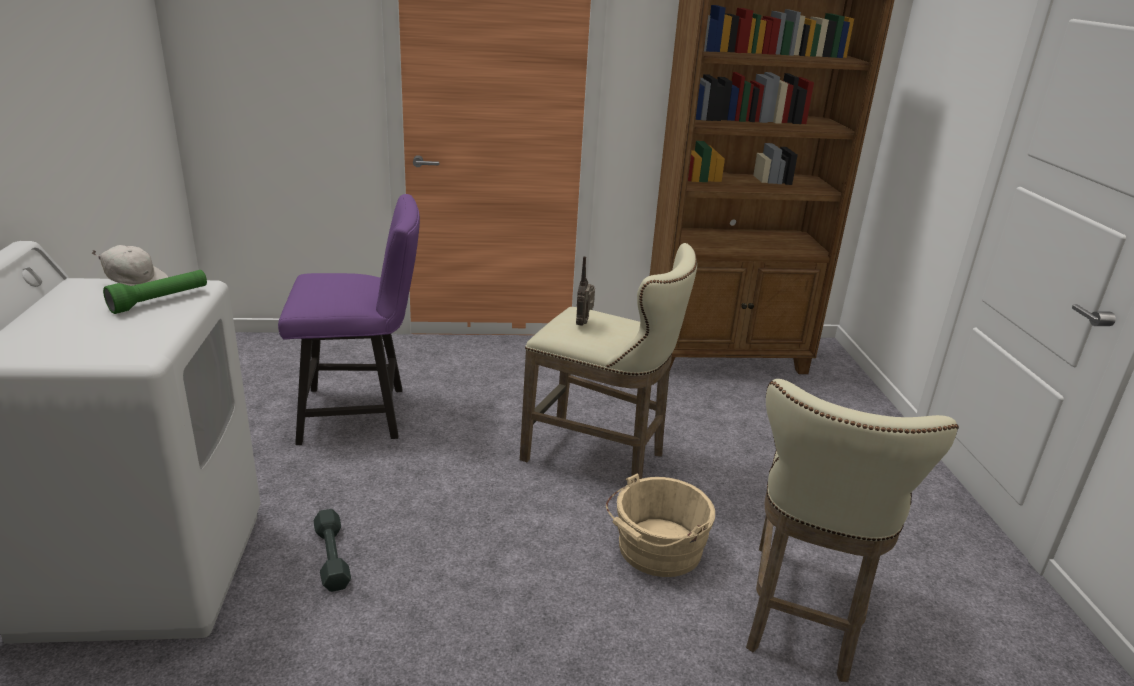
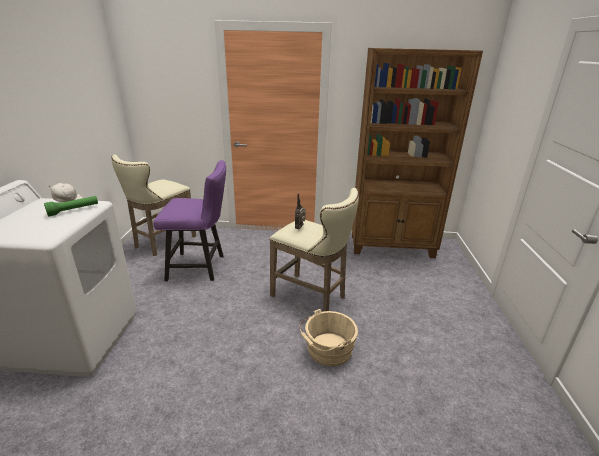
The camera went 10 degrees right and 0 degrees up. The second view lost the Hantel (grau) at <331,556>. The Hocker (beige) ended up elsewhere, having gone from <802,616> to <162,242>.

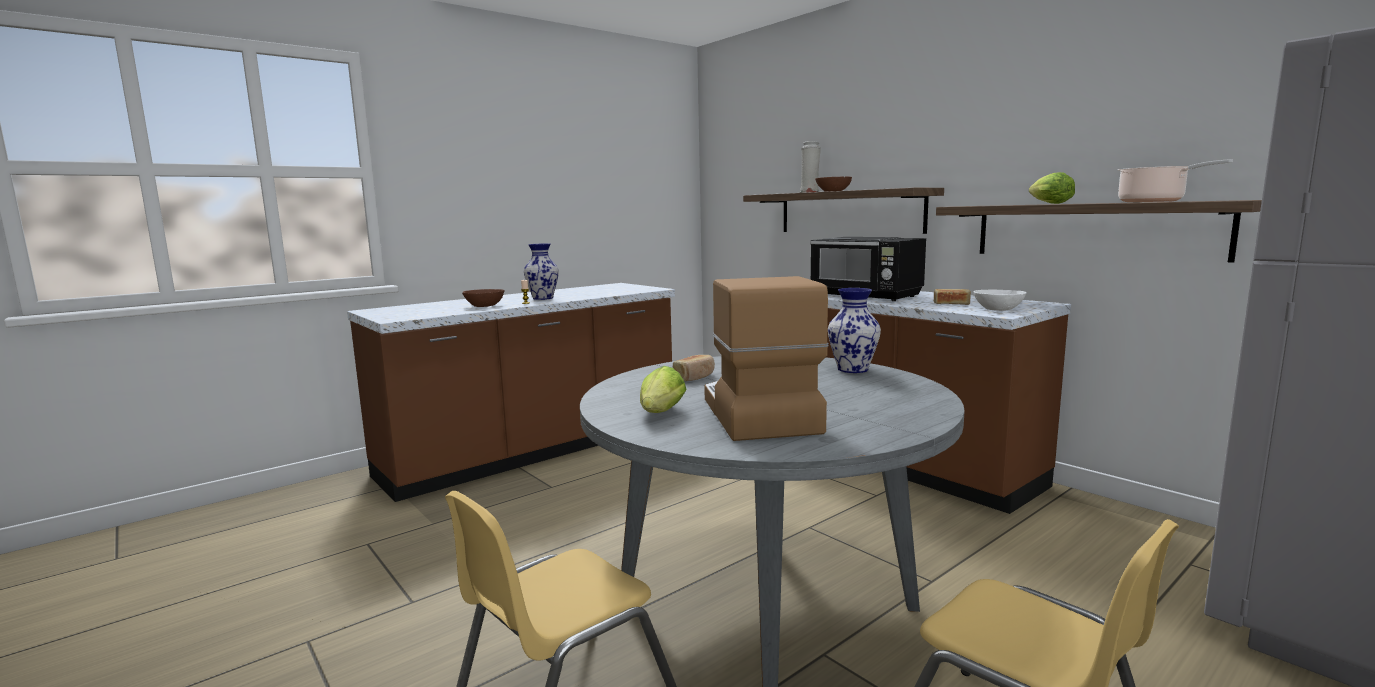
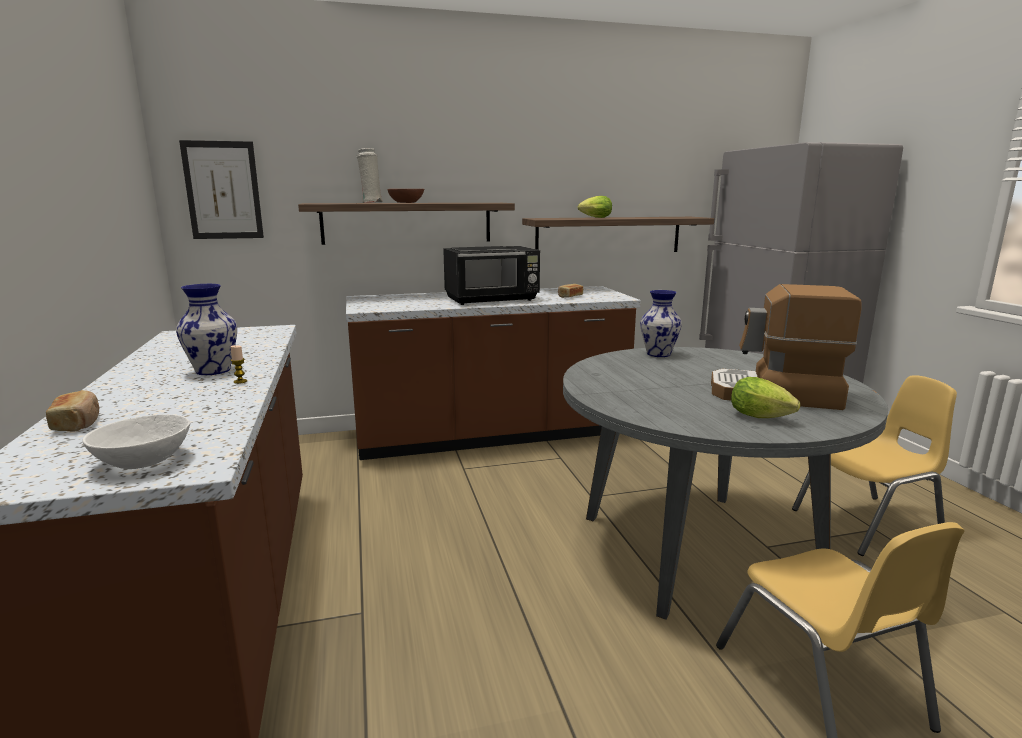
The camera went 65 degrees left and 5 degrees up. The second view lost the Schüssel (braun) at <484,306>. The Brot ended up elsewhere, having gone from <695,377> to <78,423>. The Schüssel (weiß) ended up elsewhere, having gone from <998,309> to <144,461>. The second view lost the Kochtopf at <1154,201>. The second view gained the Bild at <223,190>.

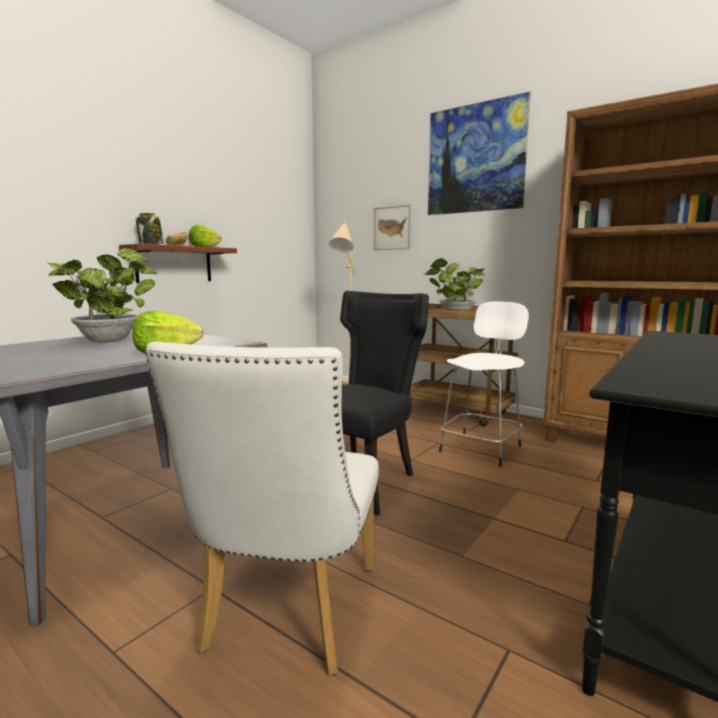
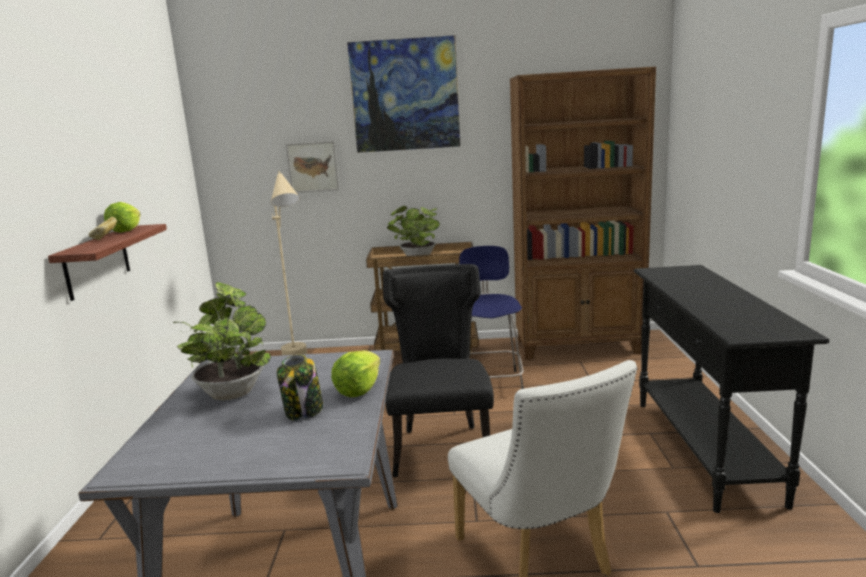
The camera went 35 degrees left and 5 degrees up. The Vorratsglas ended up elsewhere, having gone from <151,245> to <304,411>. What was the Hocker (weiß) at <482,448> turned into the Hocker (blau) at <491,382>.

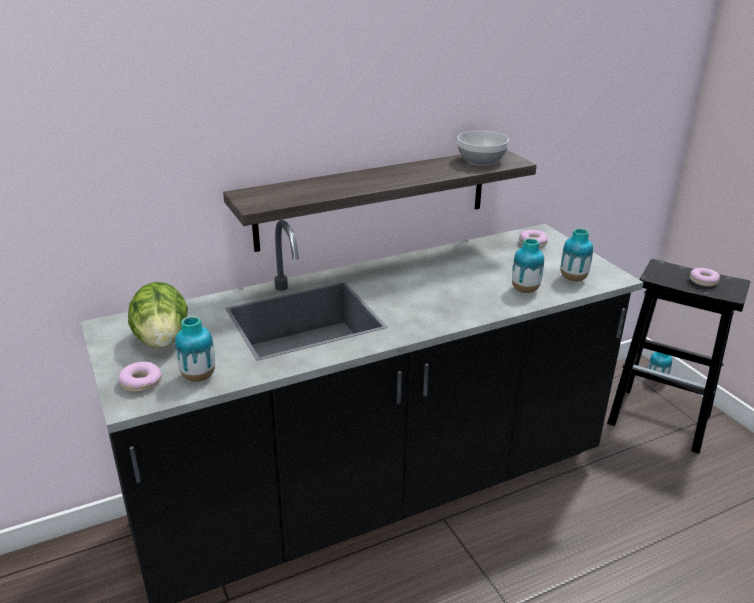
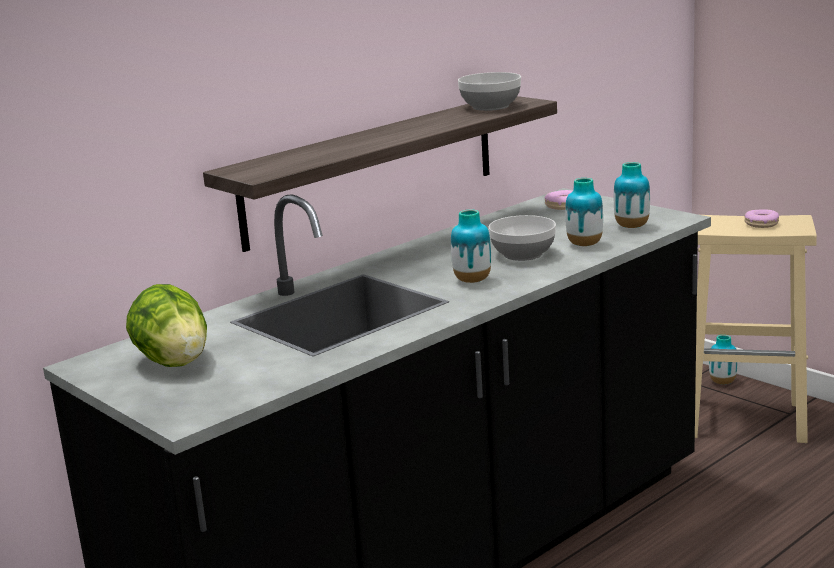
The camera went 15 degrees left and 10 degrees down. The second view lost the Donut at <141,383>. The Vase ended up elsewhere, having gone from <198,376> to <472,280>. What was the Hocker (schwarz) at <661,419> turned into the Hocker (beige) at <747,419>. The second view gained the Schüssel at <524,254>.

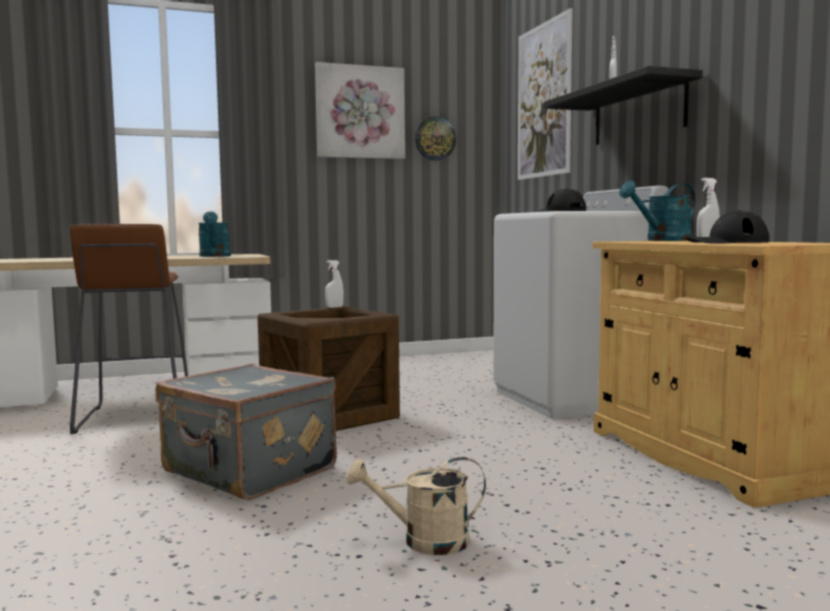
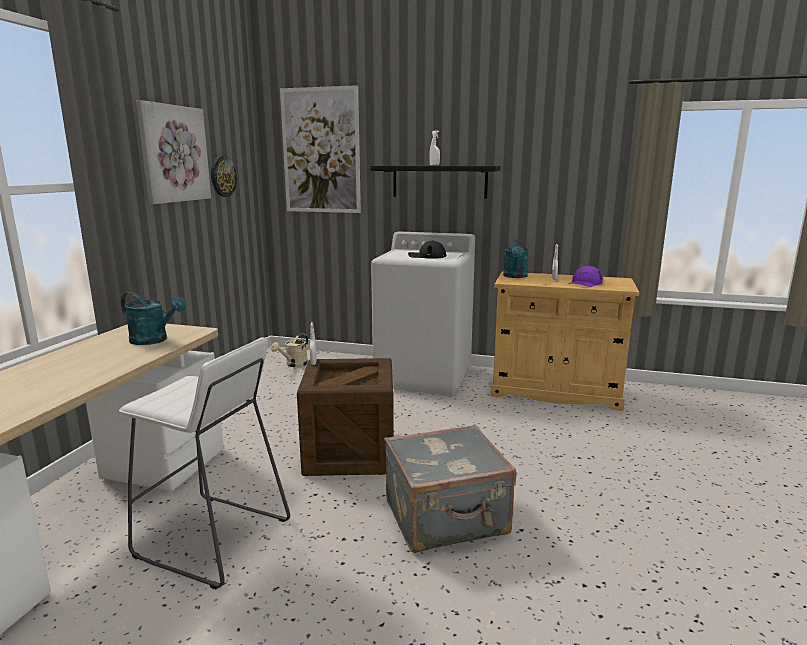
The camera went 55 degrees left and 10 degrees up. What was the Hocker (braun) at <135,417> turned into the Hocker (weiß) at <213,539>. The Gießkanne (beige) ended up elsewhere, having gone from <424,541> to <294,364>. What was the Kappe (schwarz) at <726,242> turned into the Kappe (lila) at <585,283>.

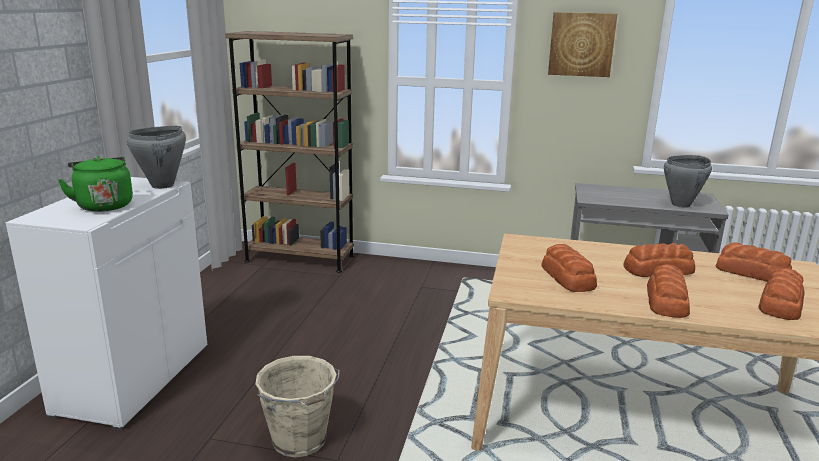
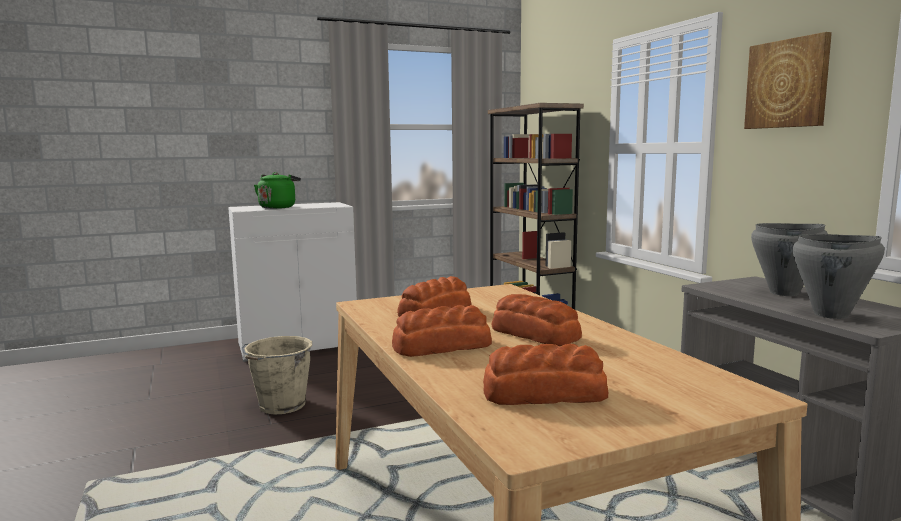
The camera went 55 degrees right and 10 degrees down. The Kochtopf (grau) ended up elsewhere, having gone from <163,185> to <784,293>. The second view lost the Brot at <753,273>.

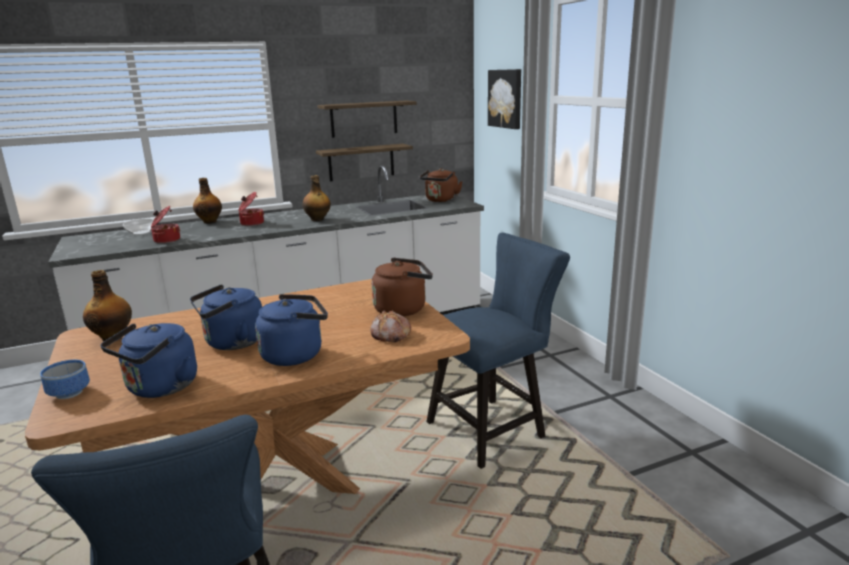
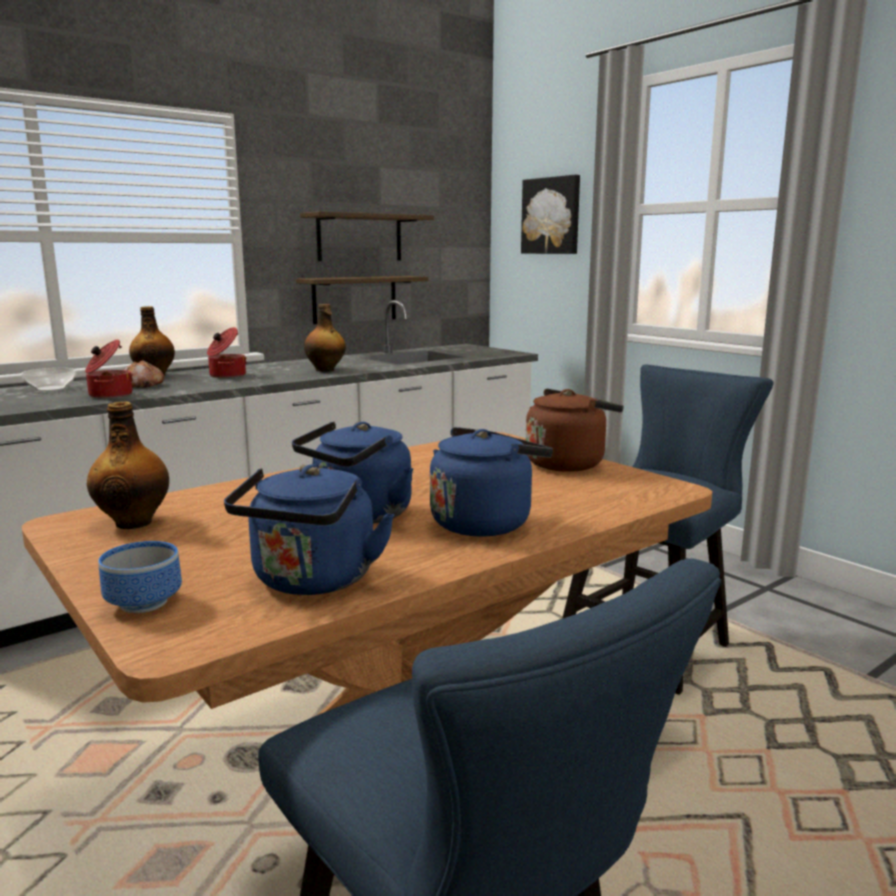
The camera went 15 degrees left and 5 degrees down. The Brot ended up elsewhere, having gone from <390,335> to <141,385>. The second view lost the Wasserkessel (braun) at <441,200>.

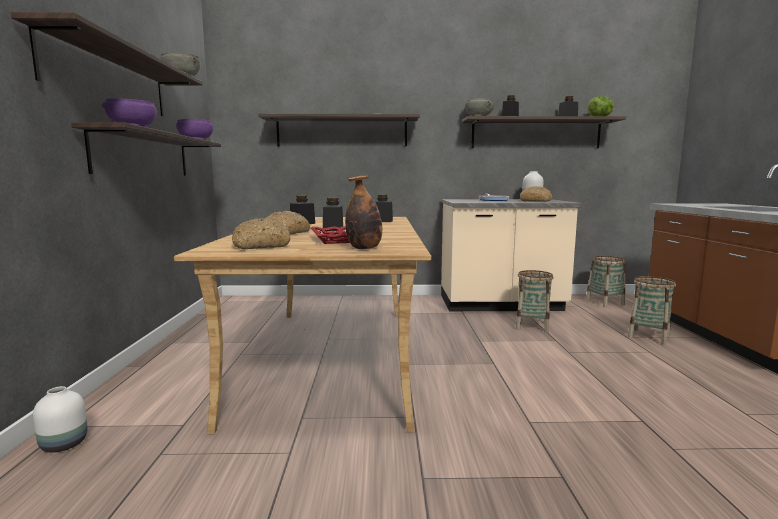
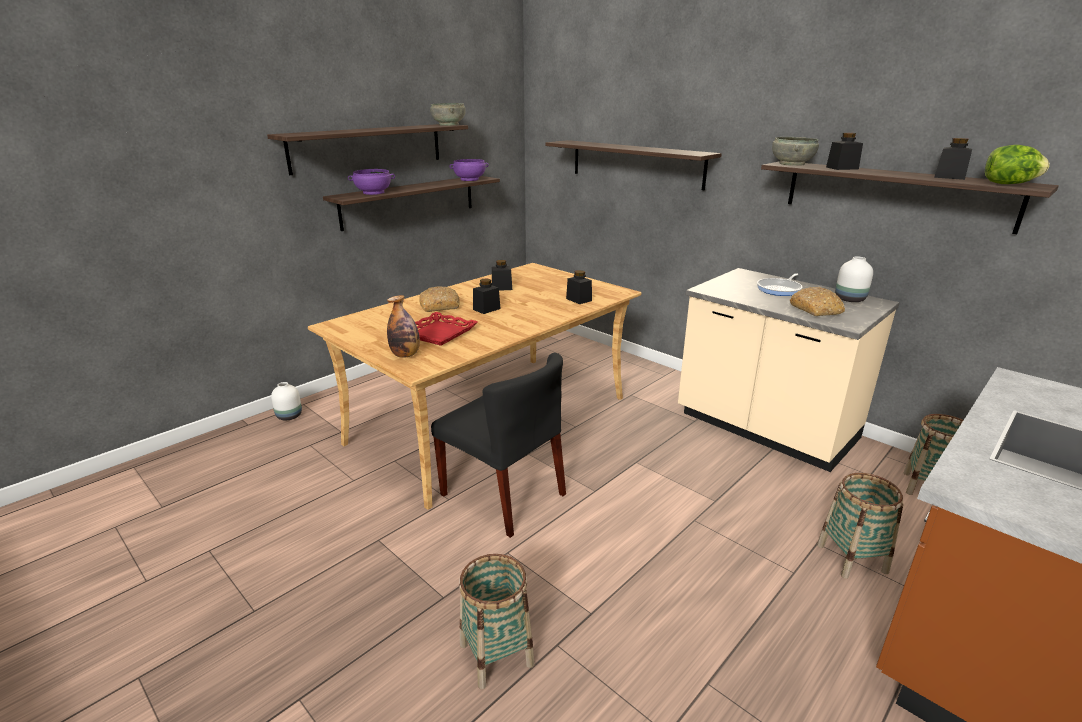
The camera went 45 degrees right and 15 degrees up. The second view lost the Brot at <260,246>. The Korb ended up elsewhere, having gone from <532,326> to <496,654>. The second view gained the Stuhl (schwarz) at <504,495>.

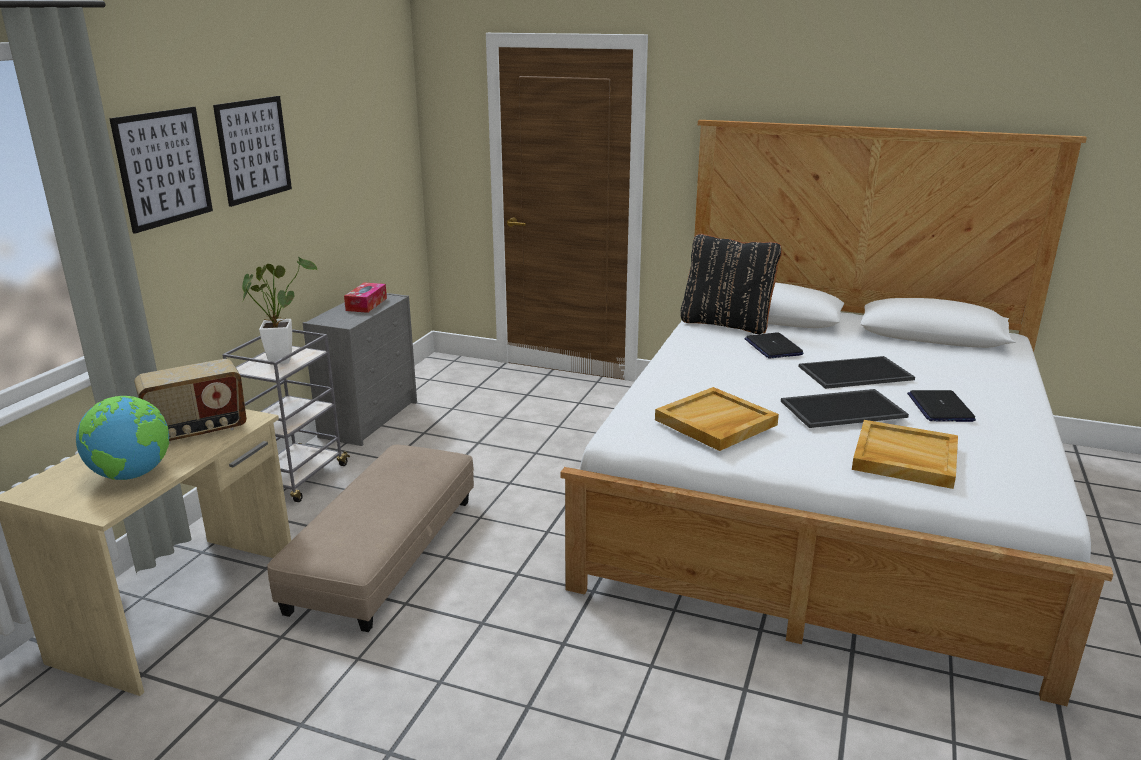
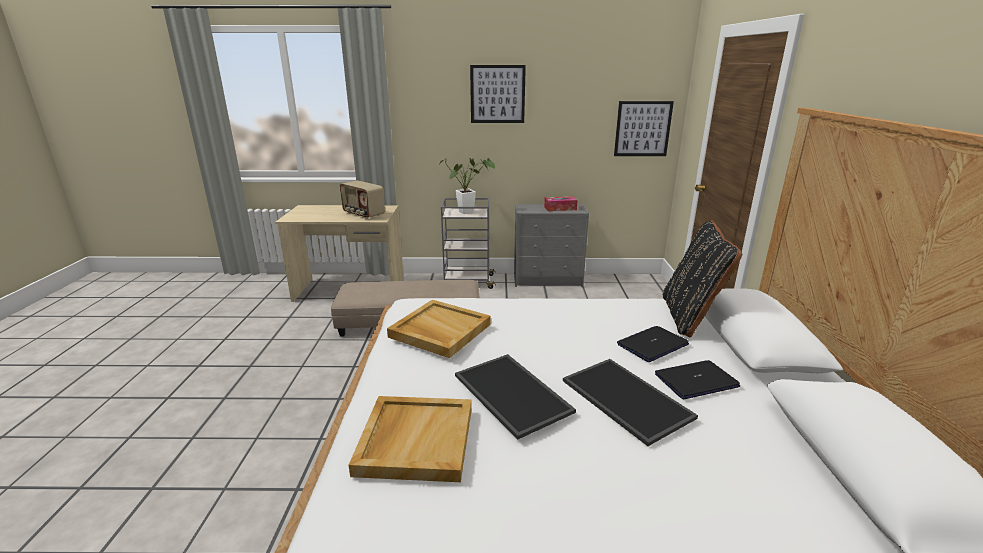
The camera went 70 degrees right and 0 degrees up. The second view lost the Globus at <132,475>. The Bild ended up elsewhere, having gone from <163,168> to <642,129>. The Laptop ended up elsewhere, having gone from <940,407> to <696,380>.

